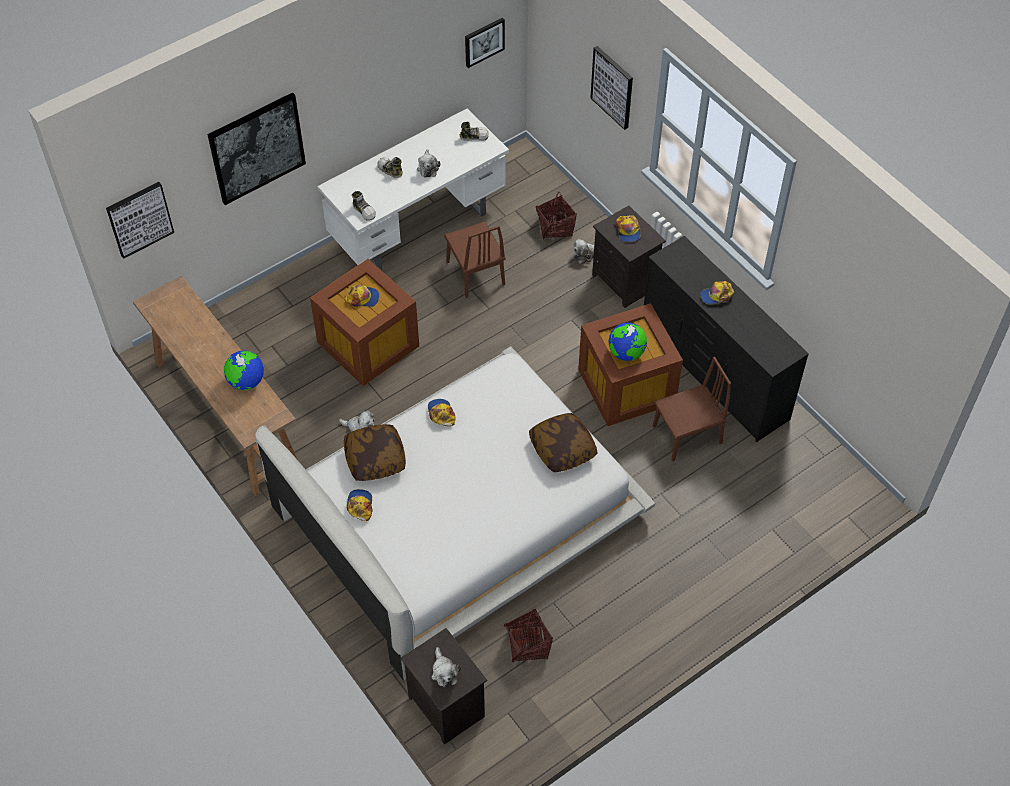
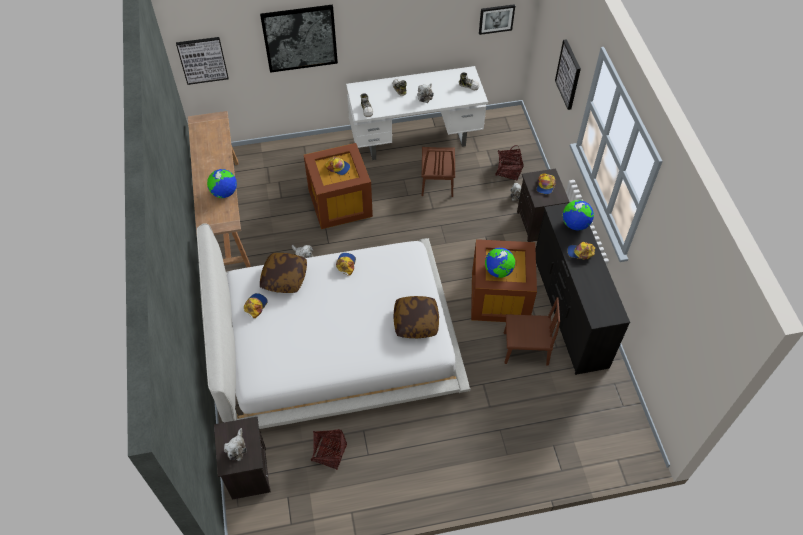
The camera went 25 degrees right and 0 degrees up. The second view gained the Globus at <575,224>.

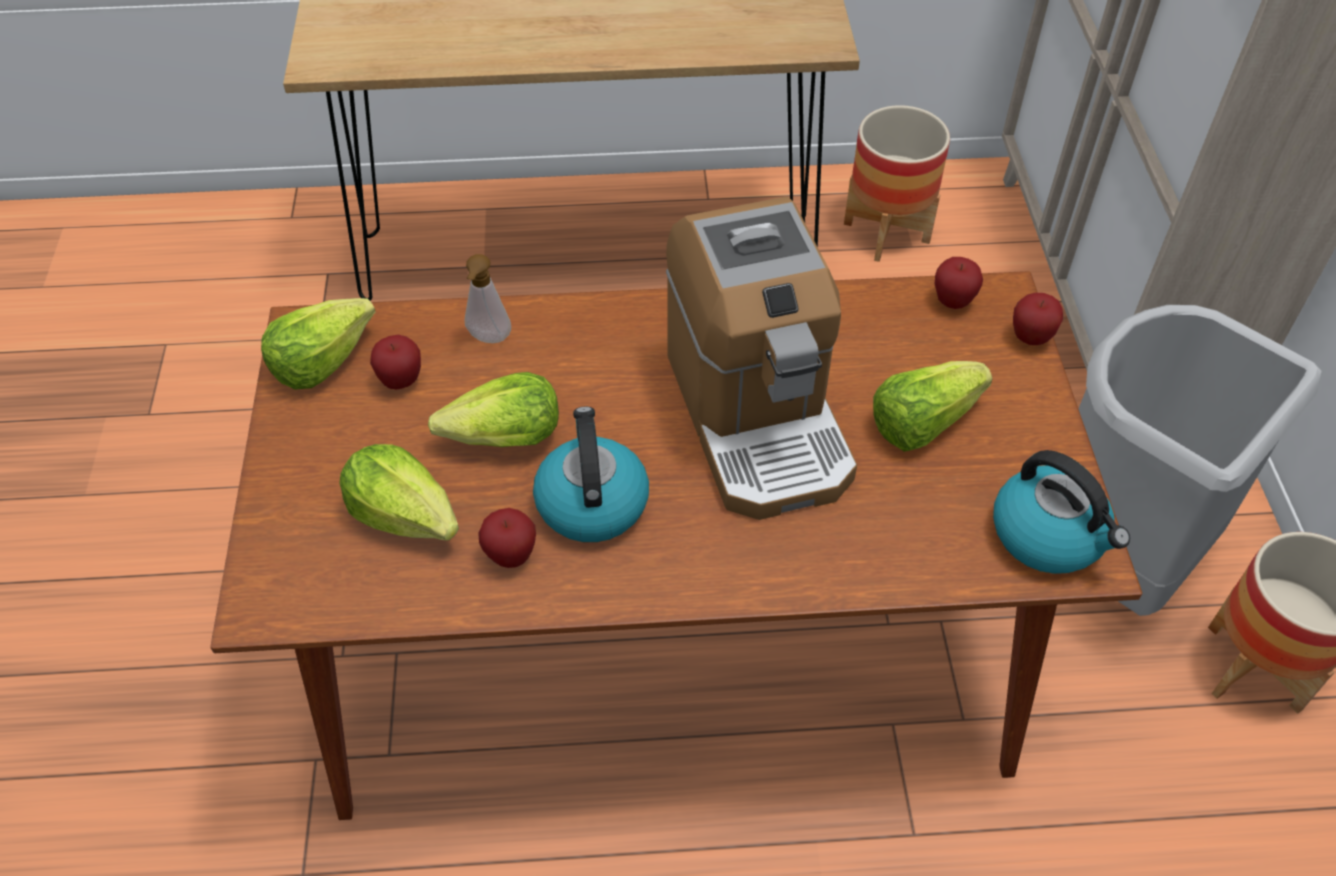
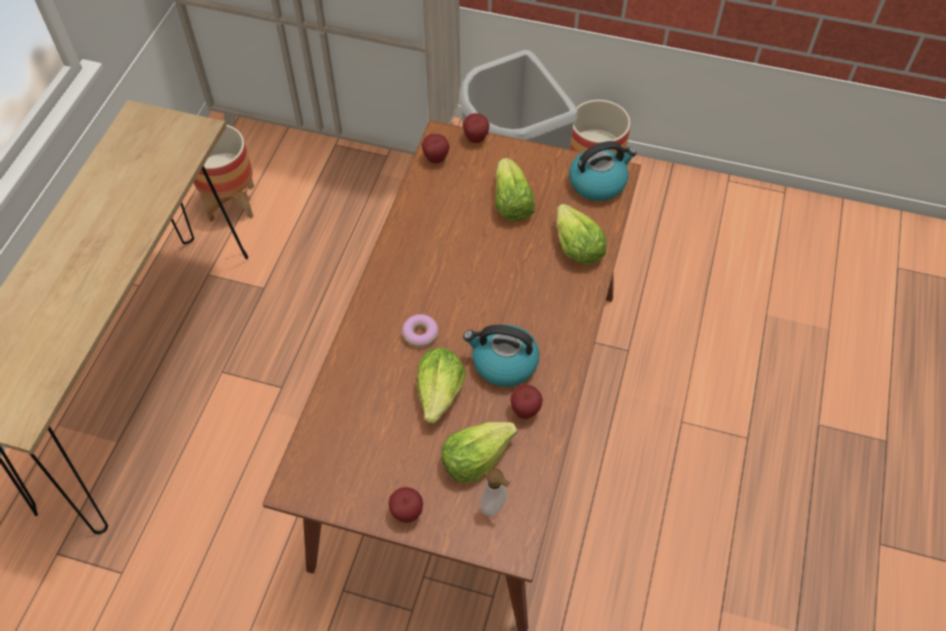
The camera went 70 degrees left and 5 degrees up. The Salatkopf ended up elsewhere, having gone from <321,360> to <576,247>. The Apfel ended up elsewhere, having gone from <401,381> to <407,513>. The Seifenspender ended up elsewhere, having gone from <488,339> to <495,507>. The second view lost the Kaffeemaschine at <758,417>. The second view gained the Donut at <420,333>.

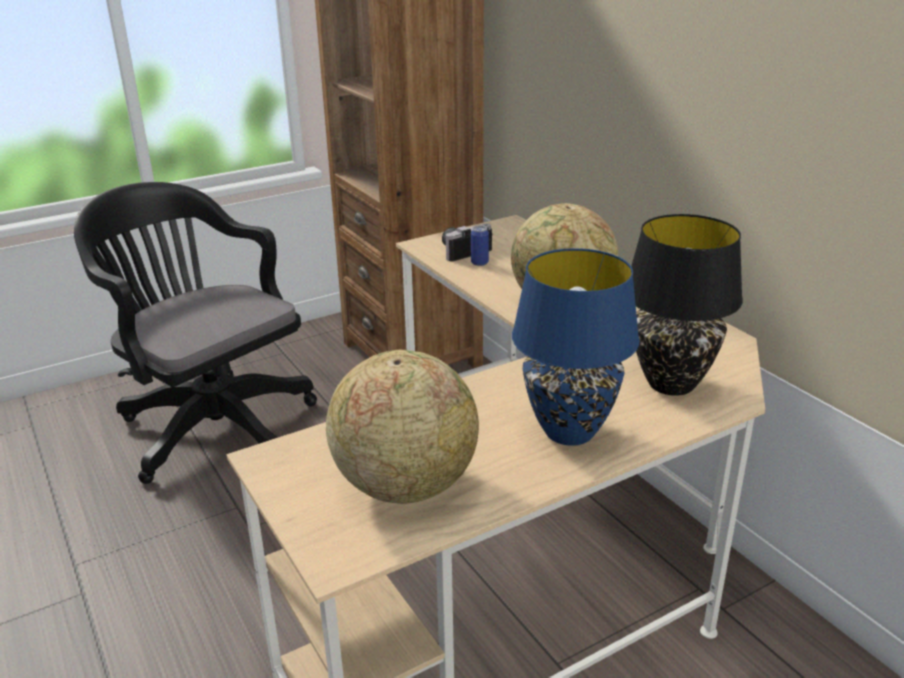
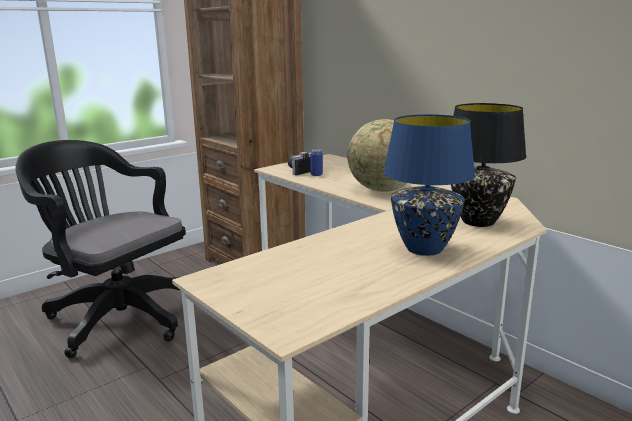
The camera went 10 degrees left and 10 degrees down. The second view lost the Globus at <405,485>.

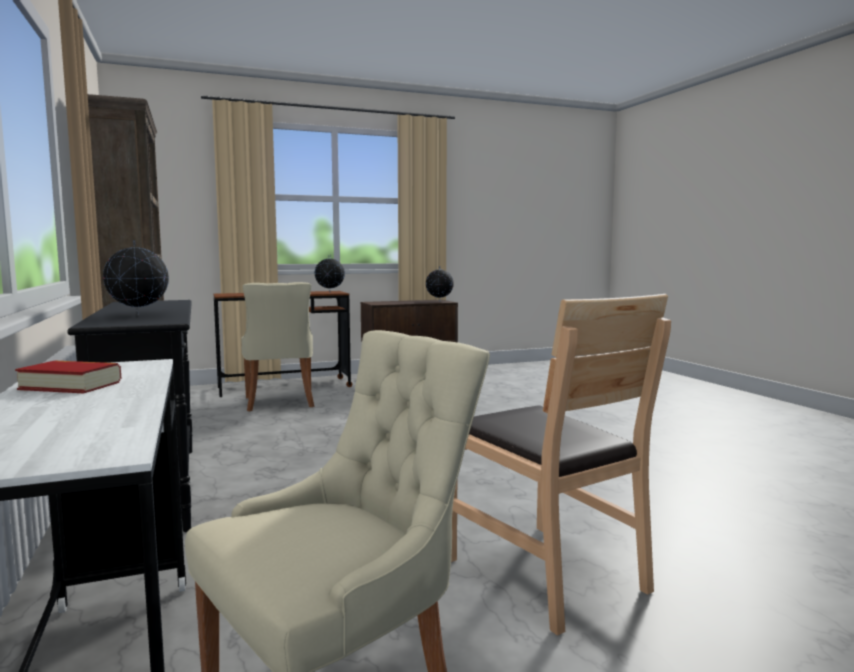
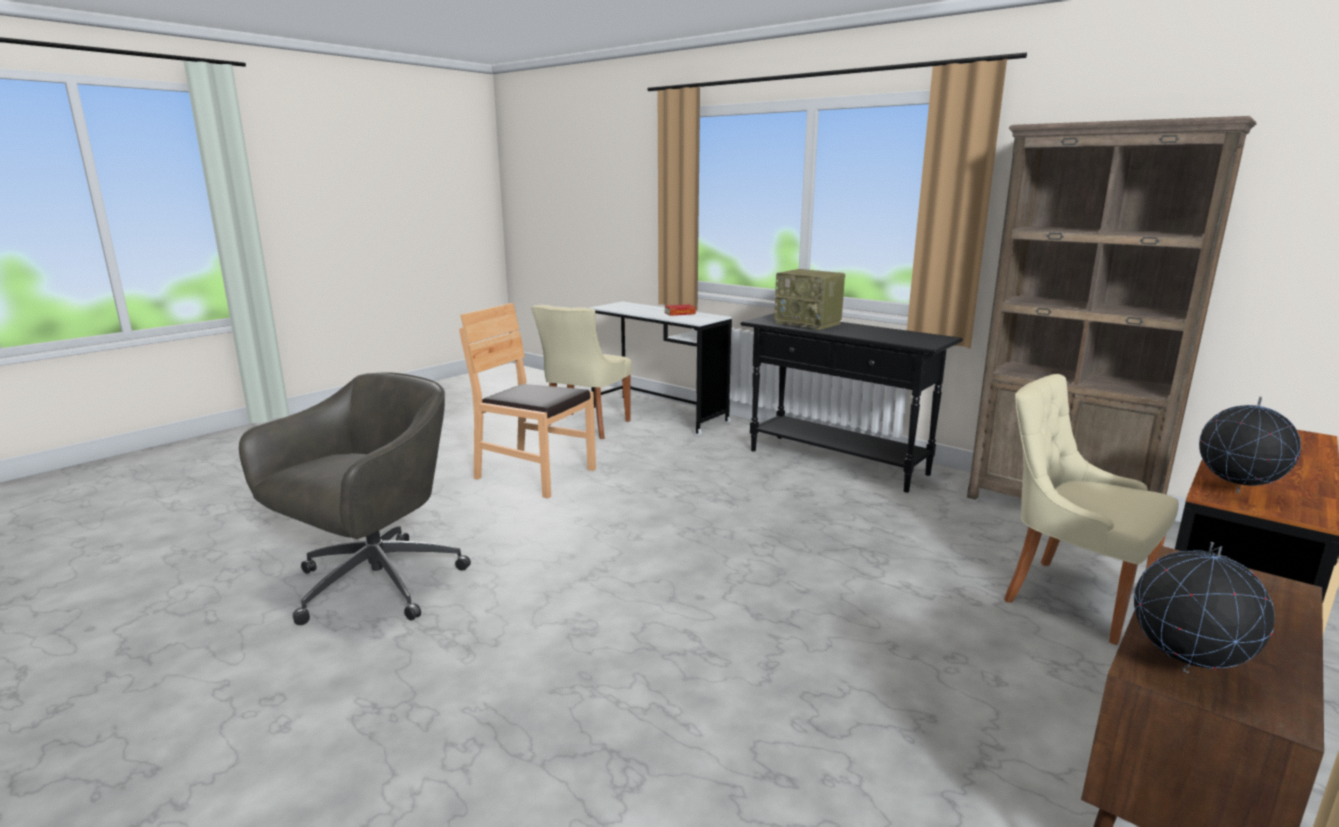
The camera went 150 degrees right and 10 degrees up. Where the Globus stood at <139,315>, the Radio came to stand at <809,323>. The second view gained the Bürostuhl (grau) at <373,585>.

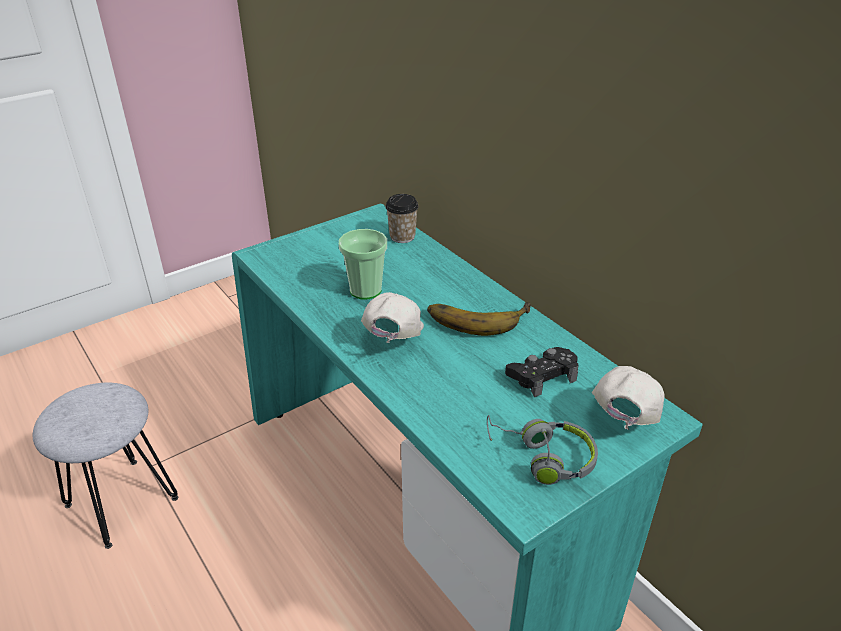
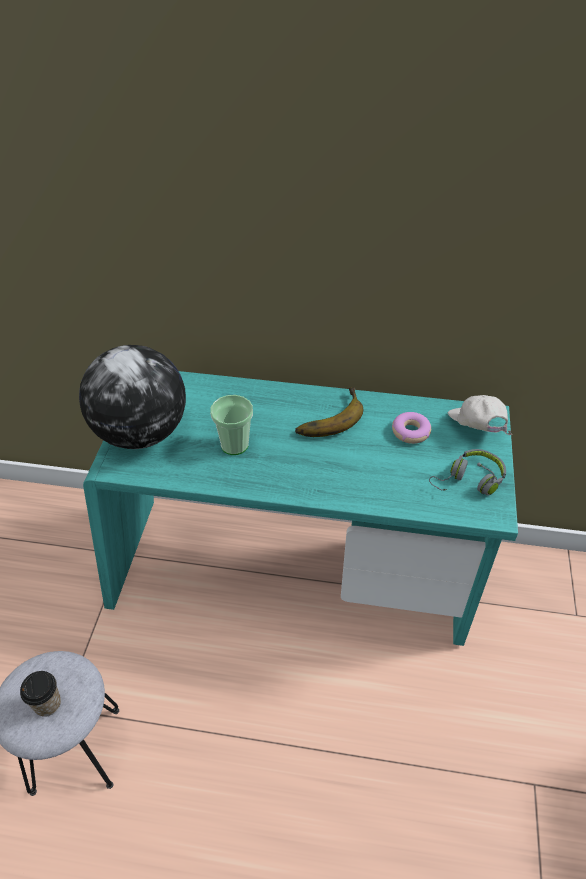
The camera went 45 degrees left and 10 degrees up. The second view lost the Kappe (weiß) at <392,340>. The Tasse ended up elsewhere, having gone from <402,237> to <47,704>. Where the Gamepad (schwarz) stood at <542,376>, the Donut came to stand at <410,432>. The second view gained the Globus at <141,433>.

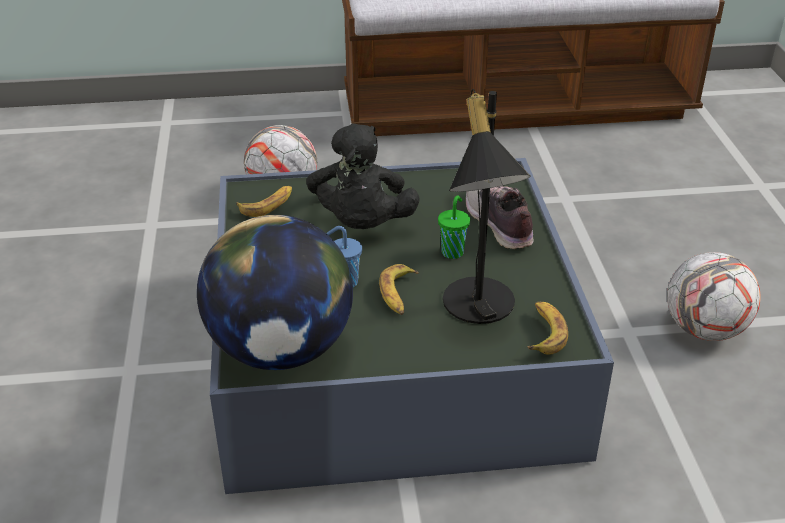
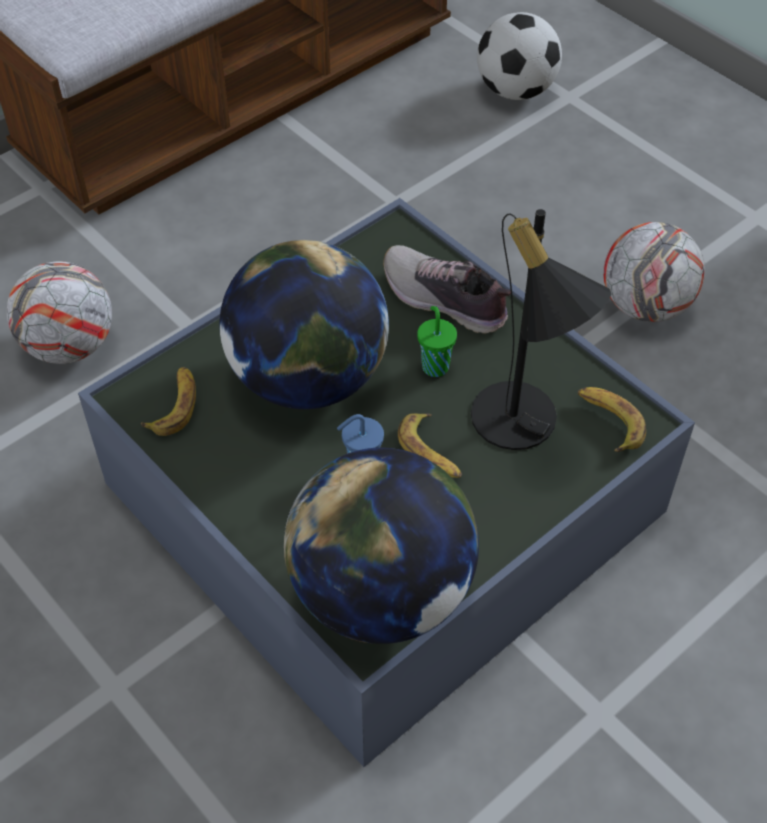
The camera went 35 degrees left and 15 degrees up. Where the Plüschtier (schwarz) stood at <362,225>, the Globus came to stand at <308,379>. The second view gained the Fußball at <515,91>.

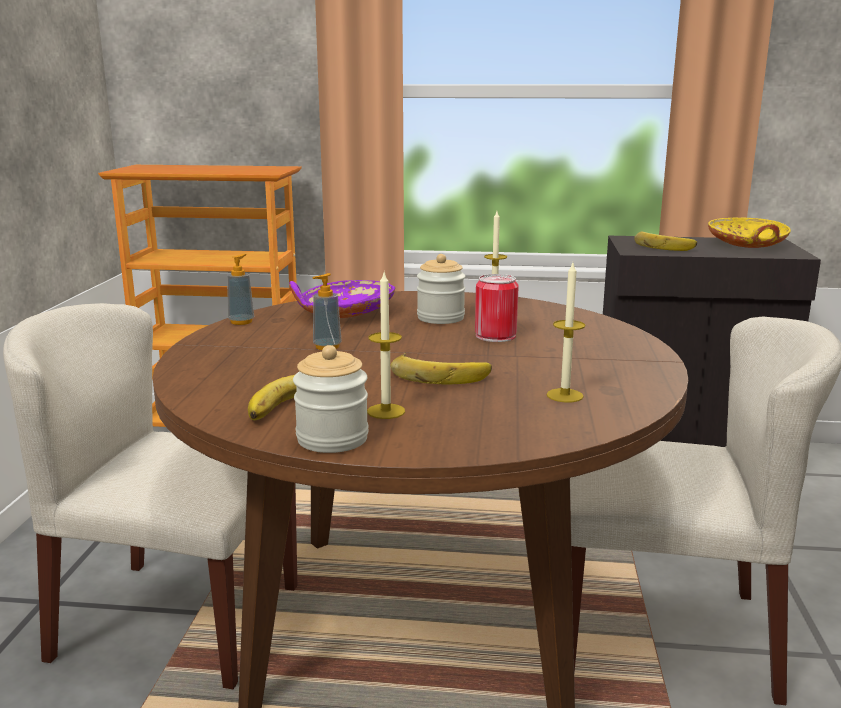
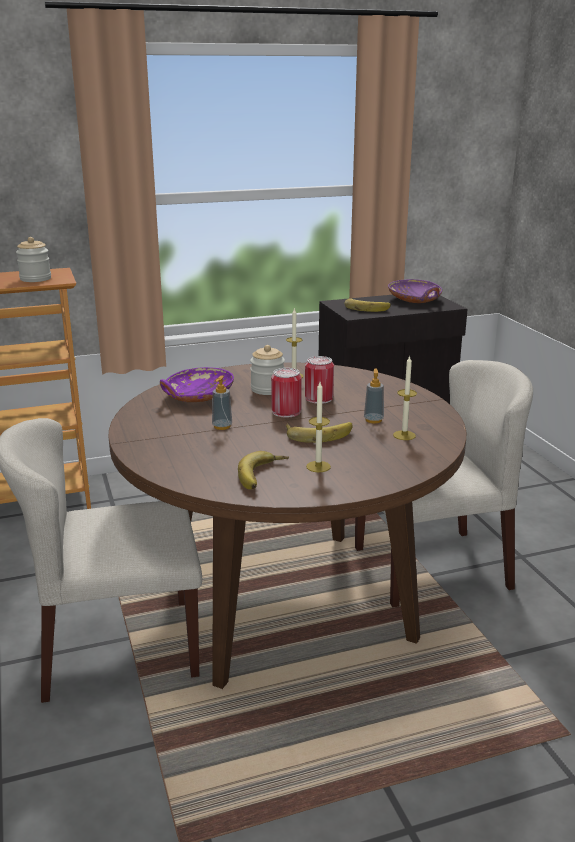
The camera went 25 degrees left and 5 degrees up. The Seifenspender ended up elsewhere, having gone from <241,322> to <373,420>. The Vorratsglas ended up elsewhere, having gone from <332,439> to <35,279>. What was the Schüssel (gelb) at <747,245> turned into the Schüssel (lila) at <415,300>. The second view gained the Dose at <286,411>.

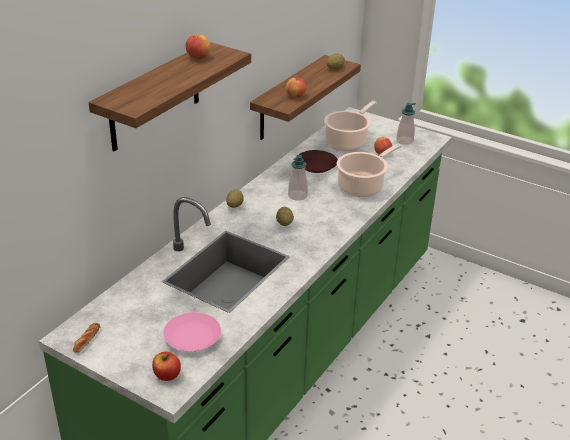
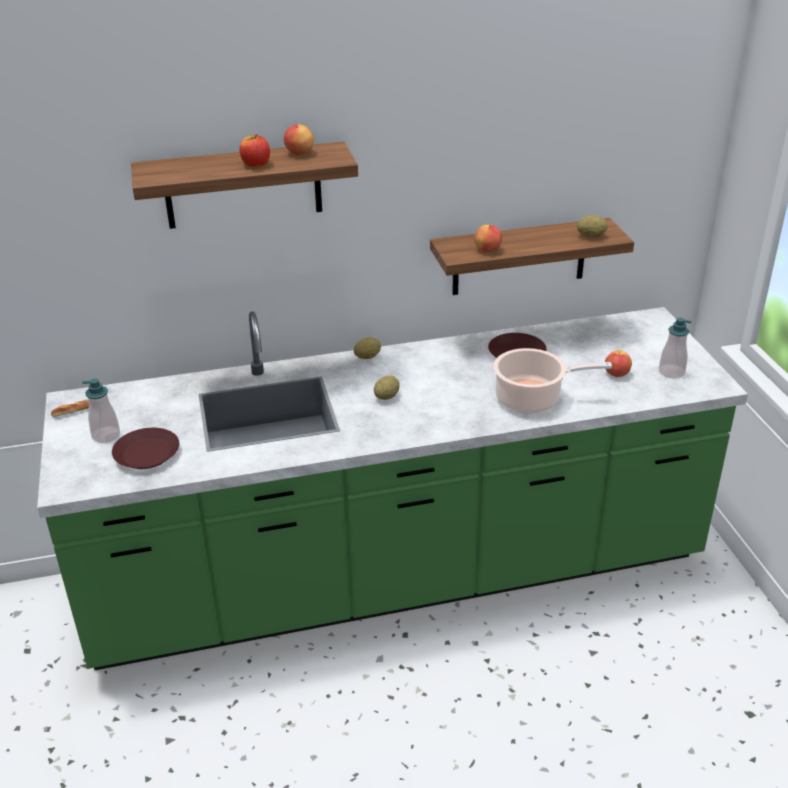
The camera went 45 degrees right and 0 degrees up. The Apfel ended up elsewhere, having gone from <167,375> to <256,164>. What was the Teller (rosa) at <192,336> turned into the Teller (braun) at <147,454>. The Seifenspender ended up elsewhere, having gone from <297,196> to <106,435>. The second view lost the Kochtopf at <347,141>.

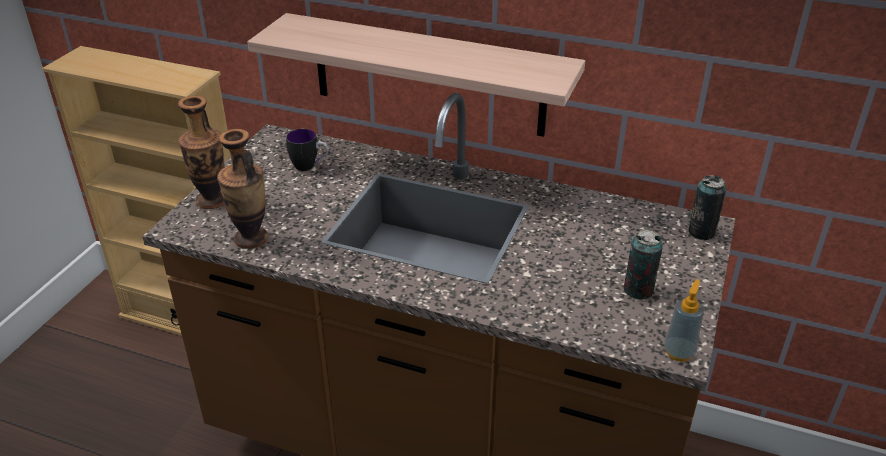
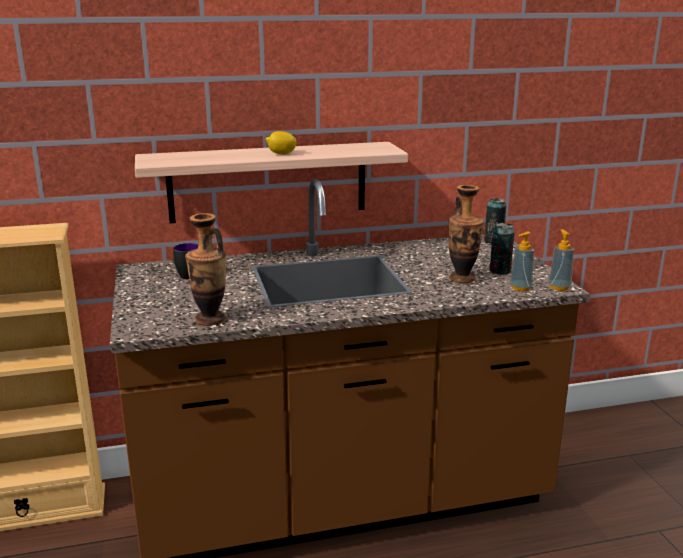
The camera went 35 degrees left and 15 degrees down. The Vase ended up elsewhere, having gone from <212,200> to <462,278>. The second view gained the Zitrone at <281,154>. The second view gained the Seifenspender at <520,288>.

